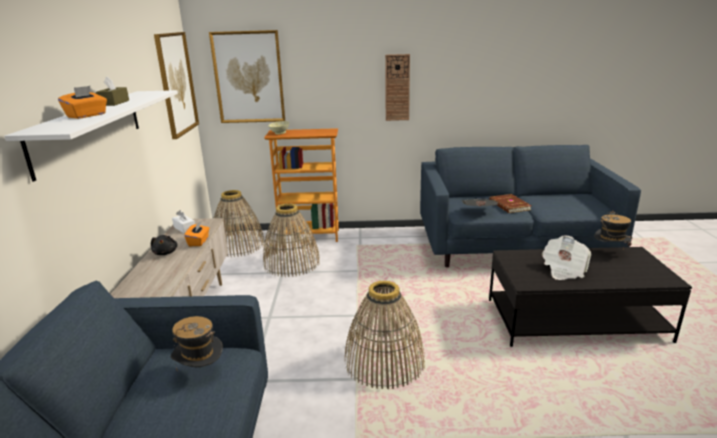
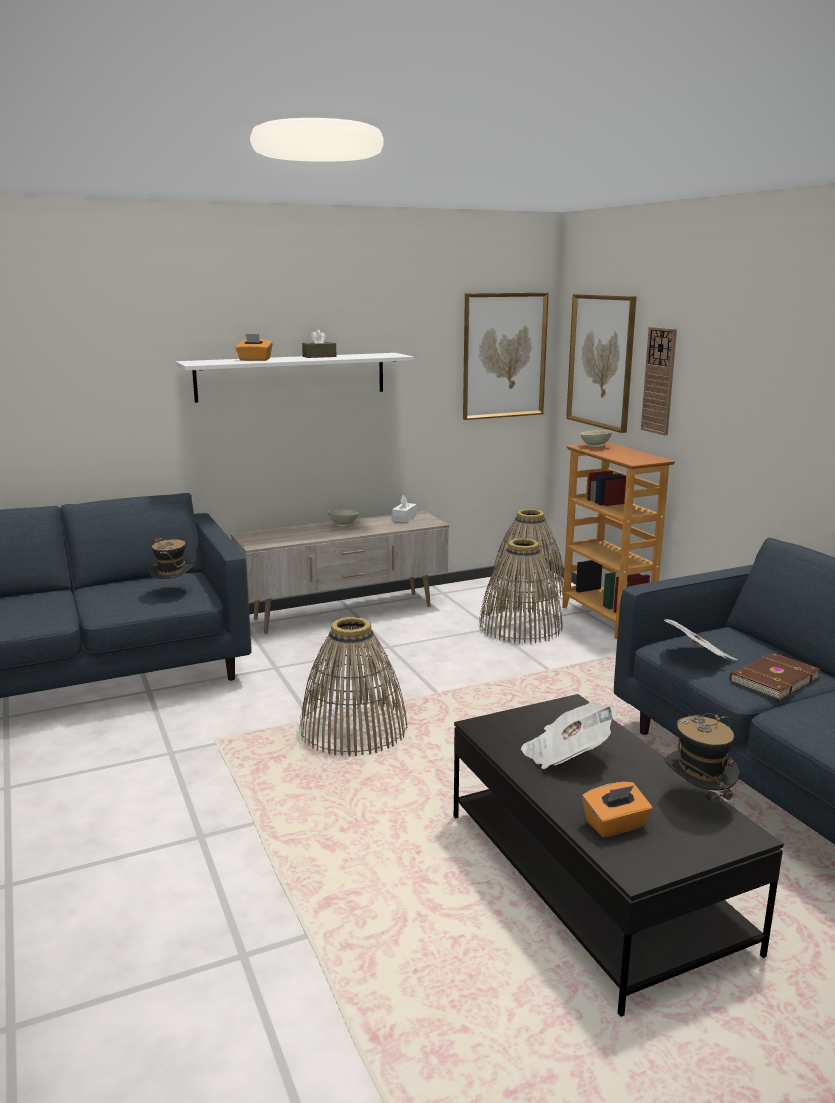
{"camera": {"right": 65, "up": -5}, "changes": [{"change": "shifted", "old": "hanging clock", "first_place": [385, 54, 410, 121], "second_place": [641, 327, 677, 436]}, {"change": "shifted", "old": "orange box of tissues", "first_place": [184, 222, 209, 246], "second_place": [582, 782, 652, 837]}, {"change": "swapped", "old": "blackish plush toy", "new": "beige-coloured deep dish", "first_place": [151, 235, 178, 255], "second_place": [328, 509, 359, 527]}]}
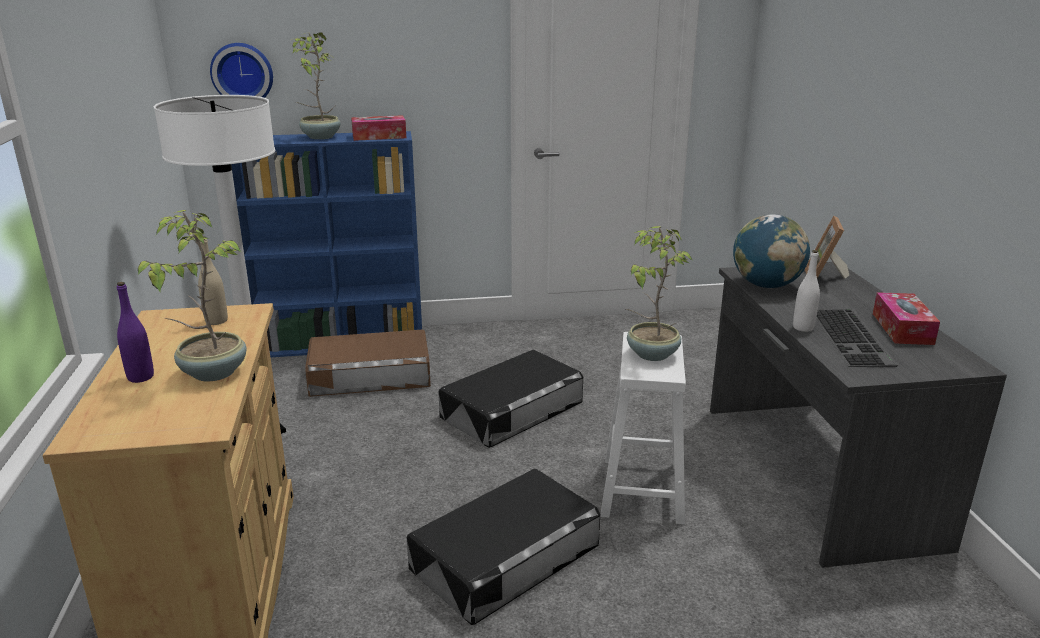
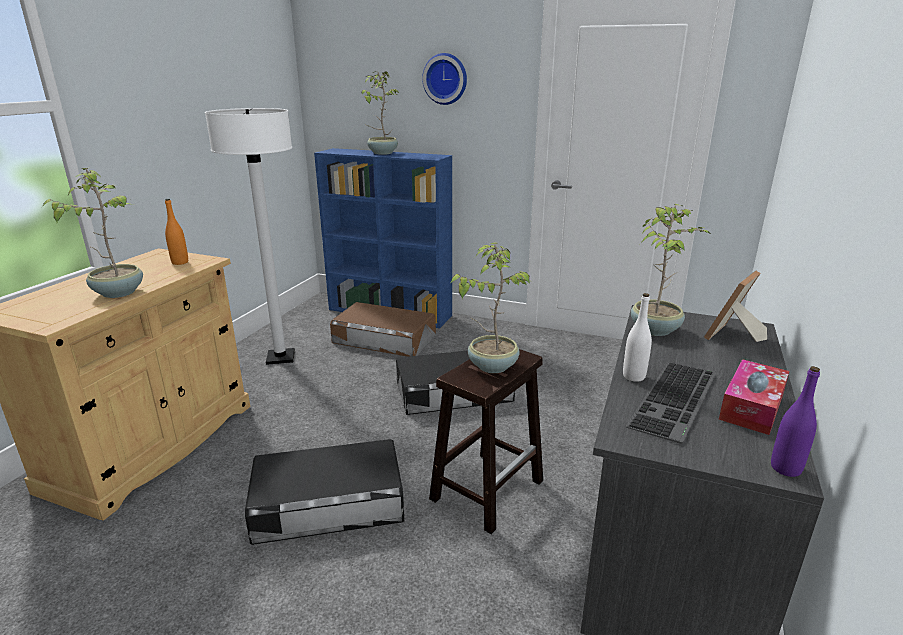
{"camera": {"right": 30, "up": 0}, "changes": [{"change": "shifted", "old": "hanging clock", "first_place": [210, 43, 273, 98], "second_place": [422, 53, 467, 105]}, {"change": "gone", "old": "box of tissues", "first_place": [351, 115, 406, 141]}, {"change": "swapped", "old": "globe", "new": "plant in a pot", "first_place": [733, 214, 810, 288], "second_place": [631, 204, 710, 336]}, {"change": "repainted", "old": "beige-coloured drink bottle", "new": "orange drink bottle", "first_place": [198, 239, 228, 325], "second_place": [165, 199, 188, 265]}, {"change": "shifted", "old": "purple-coloured drink bottle", "first_place": [117, 282, 154, 383], "second_place": [771, 366, 820, 477]}, {"change": "repainted", "old": "white-coloured stool seat", "new": "brown-coloured stool seat", "first_place": [600, 332, 686, 525], "second_place": [429, 349, 543, 534]}]}
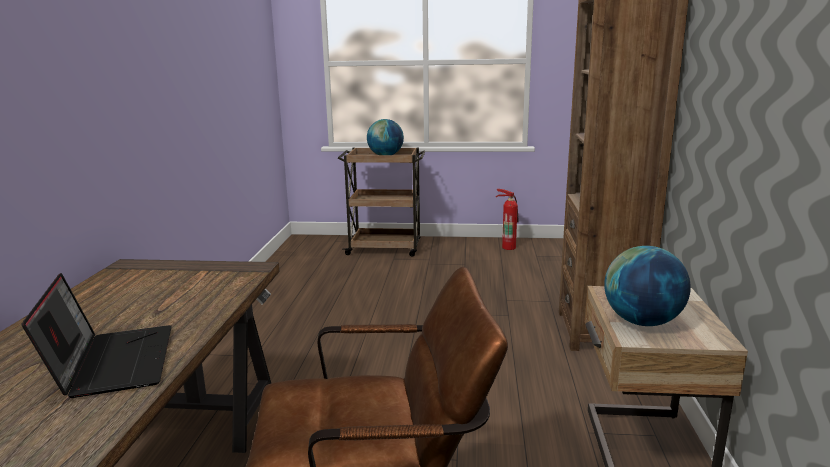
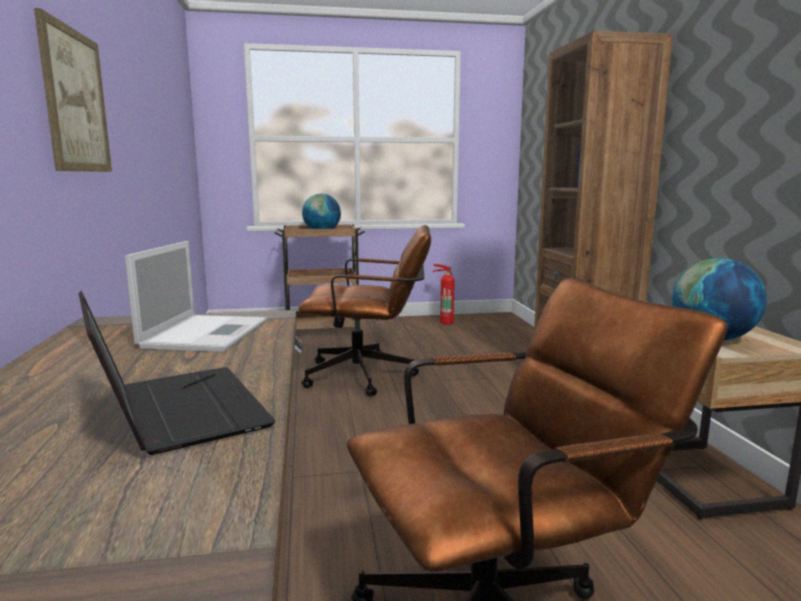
{"camera": {"right": -15, "up": -5}, "changes": [{"change": "new", "new": "picture", "second_place": [34, 8, 112, 172]}, {"change": "new", "new": "brown-coloured desk chair", "second_place": [299, 225, 431, 396]}, {"change": "new", "new": "portable computer", "second_place": [125, 241, 267, 352]}]}
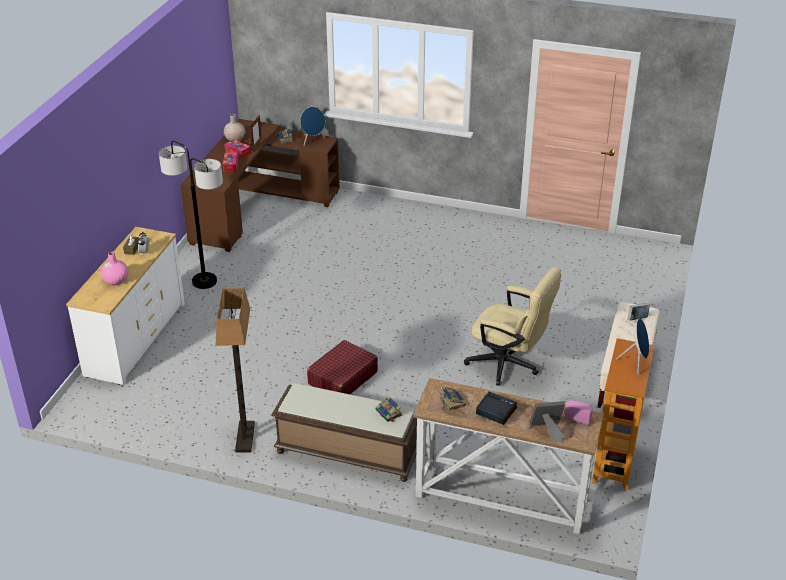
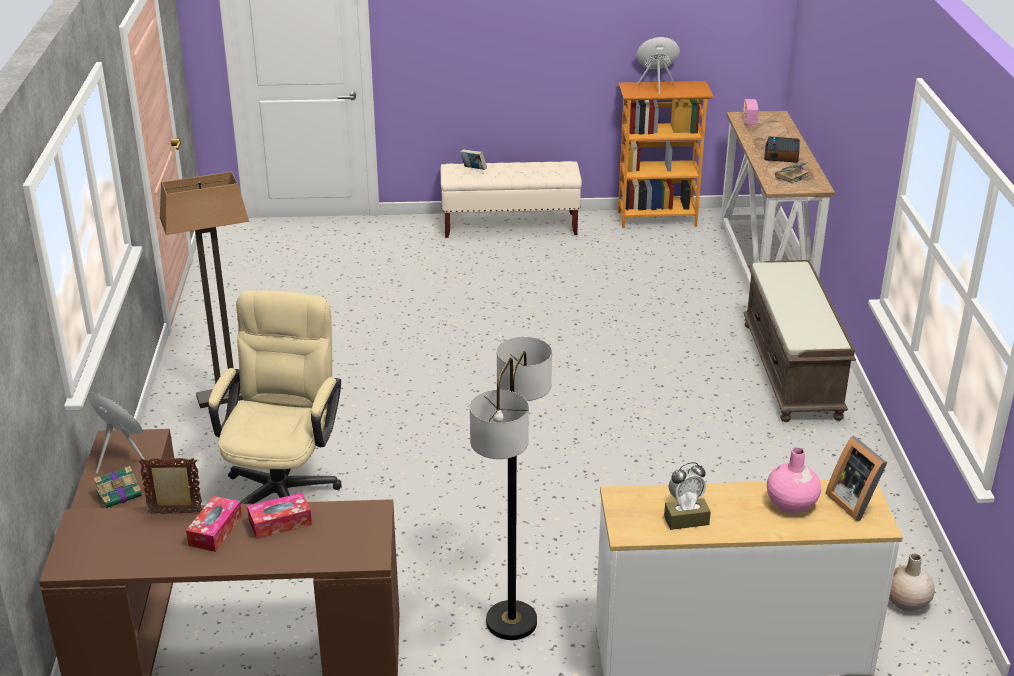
{"camera": {"right": -110, "up": -5}, "changes": [{"change": "shifted", "old": "beige-coloured vase", "first_place": [224, 114, 246, 141], "second_place": [889, 553, 935, 612]}, {"change": "shifted", "old": "beige-coloured desk chair", "first_place": [464, 267, 561, 386], "second_place": [208, 290, 341, 504]}, {"change": "shifted", "old": "standing lamp", "first_place": [215, 288, 255, 453], "second_place": [160, 172, 249, 408]}, {"change": "gone", "old": "red-coloured travel case", "first_place": [307, 340, 378, 394]}, {"change": "gone", "old": "bound book", "first_place": [375, 396, 402, 423]}, {"change": "shifted", "old": "picture frame", "first_place": [530, 401, 565, 442], "second_place": [825, 437, 887, 521]}]}
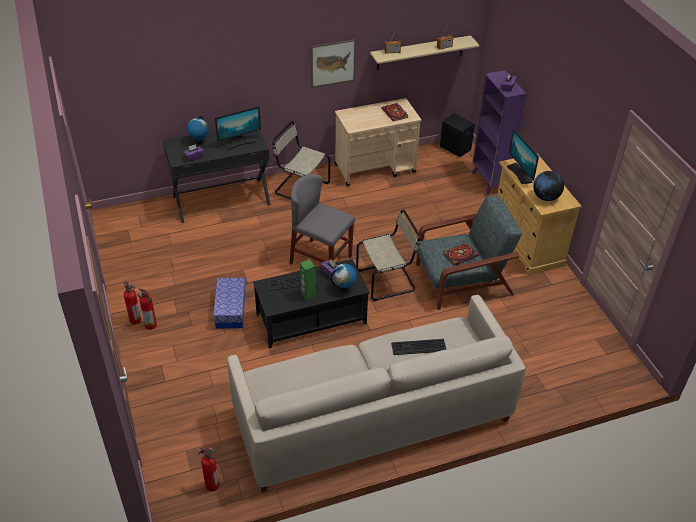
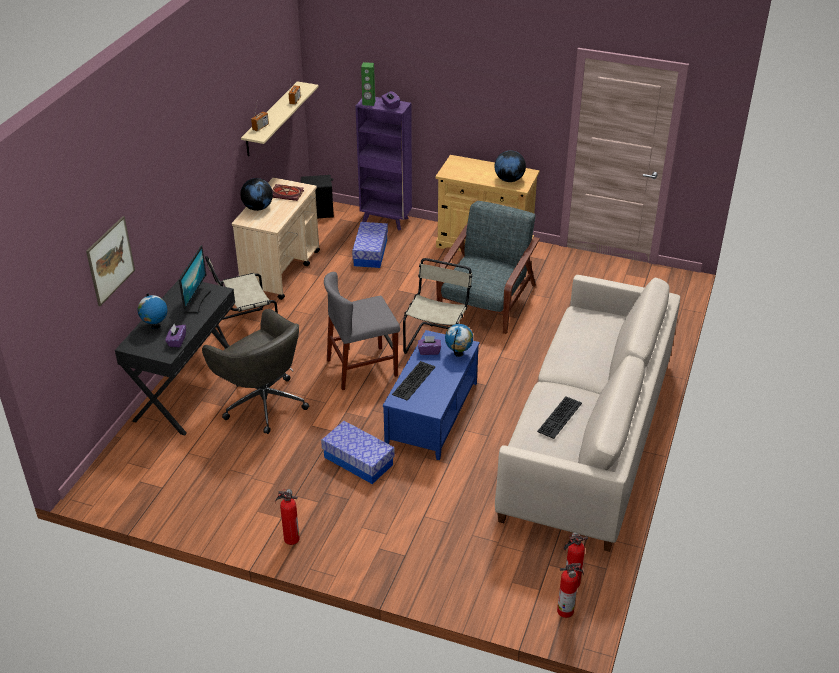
{"camera": {"right": -50, "up": -5}, "changes": [{"change": "shifted", "old": "picture", "first_place": [311, 39, 356, 88], "second_place": [86, 216, 135, 306]}, {"change": "gone", "old": "monitor", "first_place": [507, 129, 539, 184]}, {"change": "gone", "old": "bound book", "first_place": [444, 242, 478, 266]}, {"change": "repainted", "old": "blackish lounge table", "new": "blue lounge table", "first_place": [253, 259, 369, 348], "second_place": [383, 330, 480, 460]}, {"change": "shifted", "old": "greenish speaker", "first_place": [300, 259, 316, 301], "second_place": [361, 62, 375, 106]}, {"change": "shifted", "old": "fire extinguisher", "first_place": [138, 288, 157, 330], "second_place": [557, 563, 584, 618]}, {"change": "shifted", "old": "PC keyboard", "first_place": [391, 339, 446, 355], "second_place": [537, 396, 582, 439]}, {"change": "new", "new": "globe", "second_place": [240, 178, 273, 211]}, {"change": "new", "new": "storage container", "second_place": [352, 222, 388, 268]}, {"change": "new", "new": "grey desk chair", "second_place": [202, 309, 309, 434]}]}
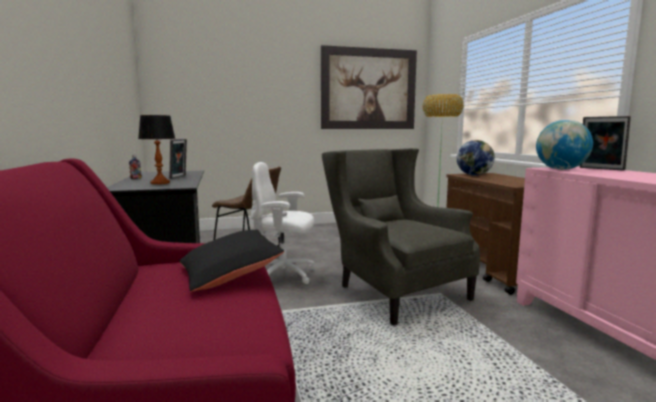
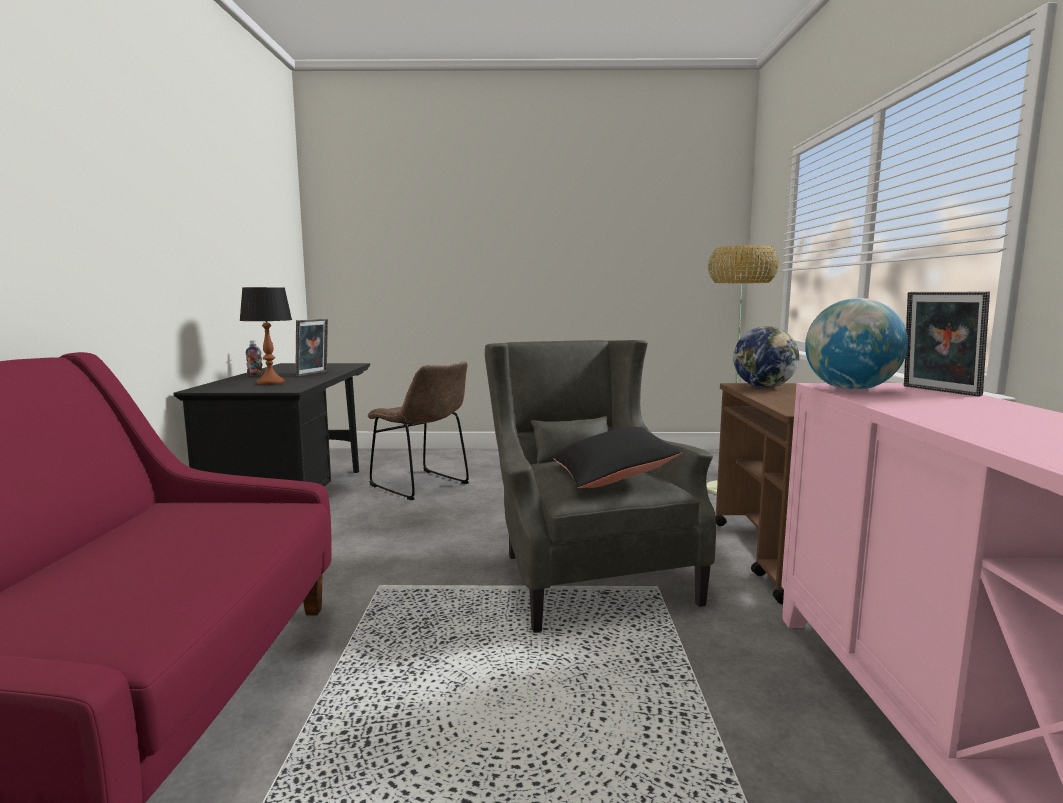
{"camera": {"right": 15, "up": 0}, "changes": [{"change": "gone", "old": "picture", "first_place": [321, 45, 417, 129]}, {"change": "gone", "old": "white-coloured desk chair", "first_place": [250, 162, 315, 284]}, {"change": "shifted", "old": "blackish throw pillow", "first_place": [179, 229, 284, 292], "second_place": [553, 427, 682, 488]}]}
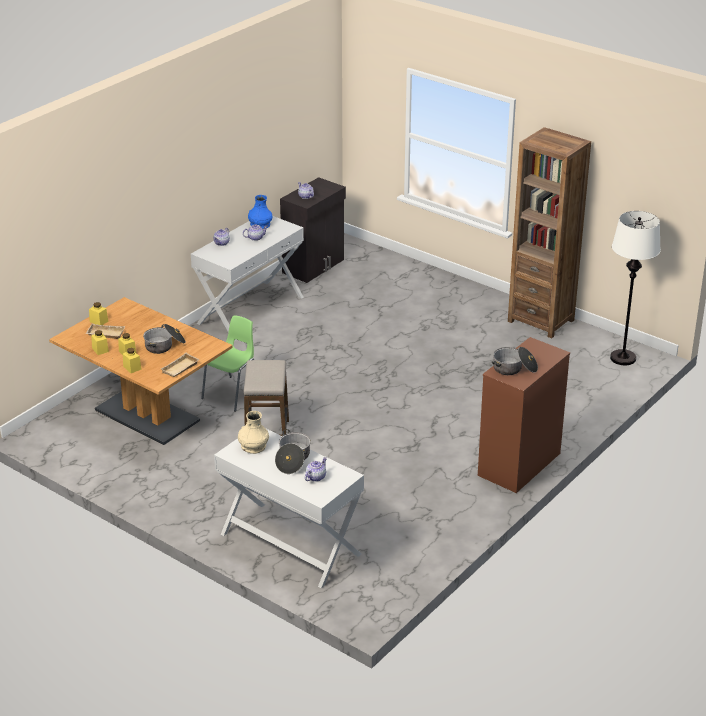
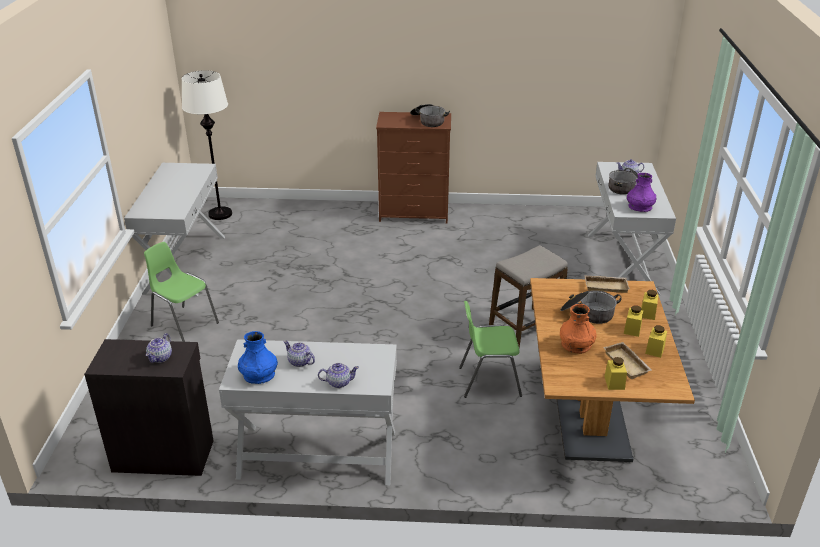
{"camera": {"right": -125, "up": 0}, "changes": [{"change": "swapped", "old": "brown-coloured shelving unit", "new": "white-coloured narrow table", "first_place": [508, 127, 591, 338], "second_place": [124, 163, 225, 296]}, {"change": "repainted", "old": "beige-coloured vase", "new": "purple-coloured vase", "first_place": [238, 411, 269, 454], "second_place": [627, 173, 656, 212]}, {"change": "new", "new": "greenish chair", "second_place": [144, 242, 219, 342]}, {"change": "new", "new": "orange vase", "second_place": [560, 304, 597, 354]}]}
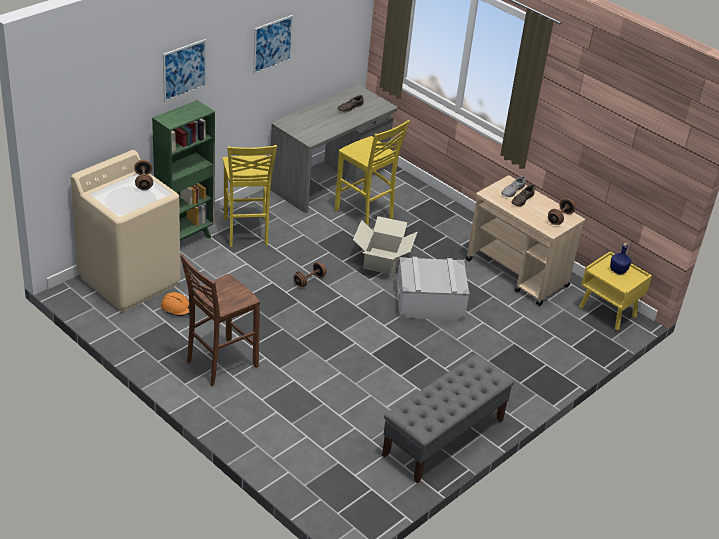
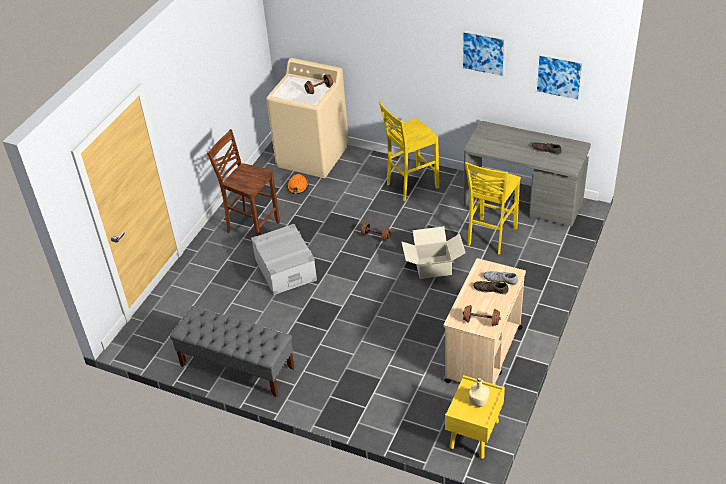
{"camera": {"right": 75, "up": 5}, "changes": [{"change": "shifted", "old": "picture", "first_place": [163, 39, 206, 102], "second_place": [535, 54, 584, 101]}, {"change": "gone", "old": "greenish shelving unit", "first_place": [152, 100, 215, 241]}, {"change": "repainted", "old": "blue drink bottle", "new": "beige-coloured drink bottle", "first_place": [610, 243, 632, 275], "second_place": [469, 377, 489, 407]}, {"change": "shifted", "old": "grey storage container", "first_place": [396, 257, 470, 321], "second_place": [251, 224, 317, 295]}]}
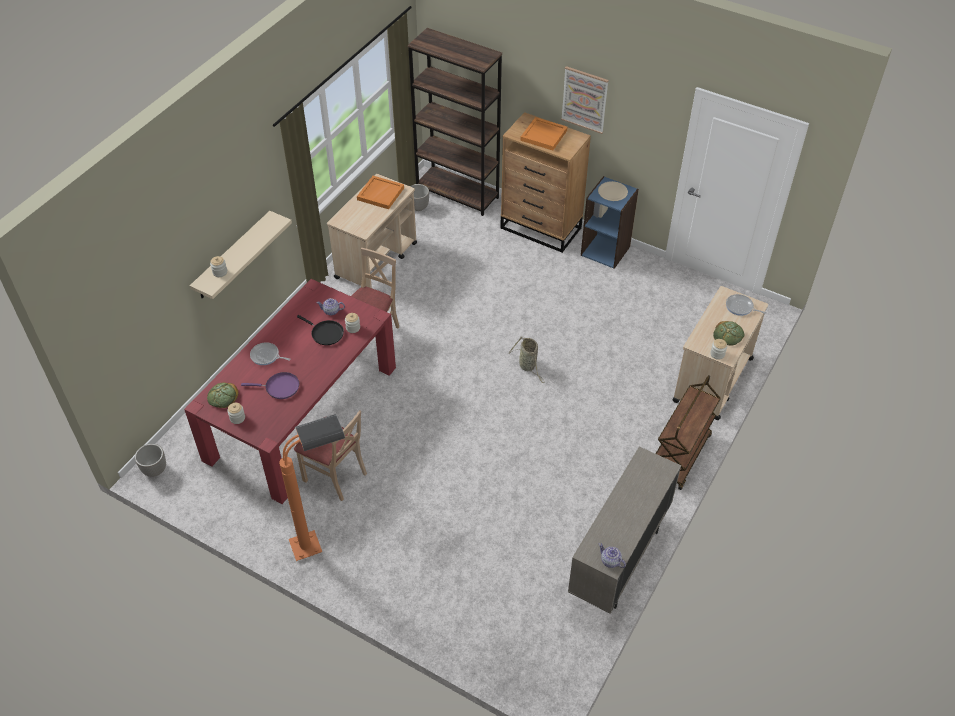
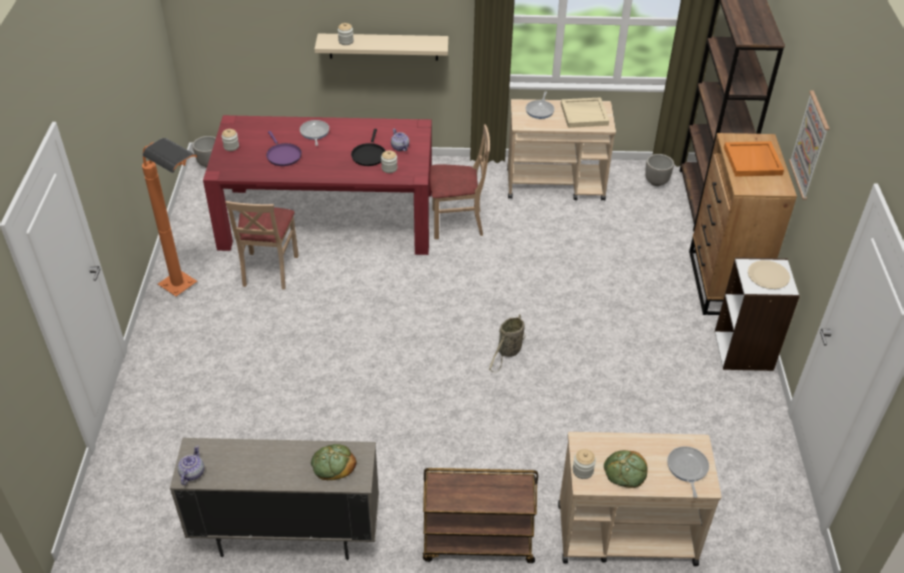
{"camera": {"right": 60, "up": -5}, "changes": [{"change": "repainted", "old": "orange tray", "new": "beige-coloured tray", "first_place": [357, 176, 404, 209], "second_place": [561, 97, 609, 128]}, {"change": "repainted", "old": "blue shelving unit", "new": "white-coloured shelving unit", "first_place": [581, 176, 639, 269], "second_place": [715, 257, 800, 371]}, {"change": "shifted", "old": "bakery bread", "first_place": [207, 382, 239, 408], "second_place": [311, 444, 357, 480]}, {"change": "new", "new": "skillet", "second_place": [526, 92, 554, 119]}]}
